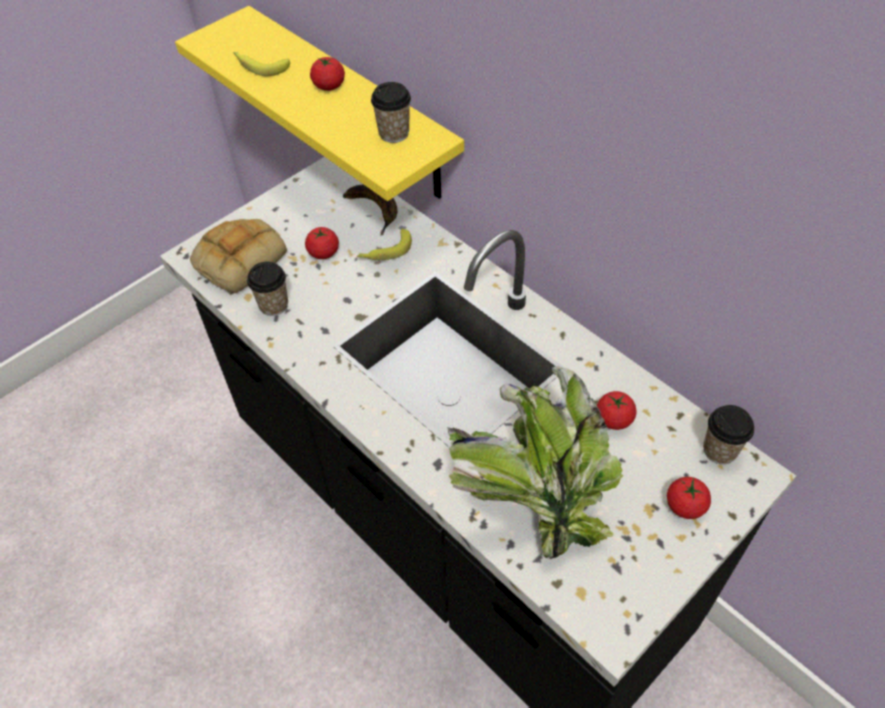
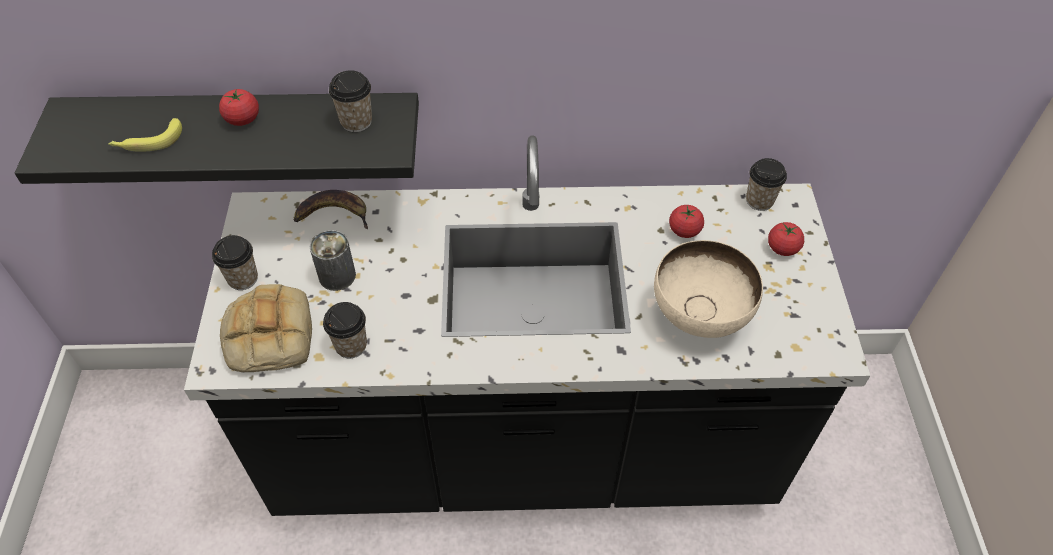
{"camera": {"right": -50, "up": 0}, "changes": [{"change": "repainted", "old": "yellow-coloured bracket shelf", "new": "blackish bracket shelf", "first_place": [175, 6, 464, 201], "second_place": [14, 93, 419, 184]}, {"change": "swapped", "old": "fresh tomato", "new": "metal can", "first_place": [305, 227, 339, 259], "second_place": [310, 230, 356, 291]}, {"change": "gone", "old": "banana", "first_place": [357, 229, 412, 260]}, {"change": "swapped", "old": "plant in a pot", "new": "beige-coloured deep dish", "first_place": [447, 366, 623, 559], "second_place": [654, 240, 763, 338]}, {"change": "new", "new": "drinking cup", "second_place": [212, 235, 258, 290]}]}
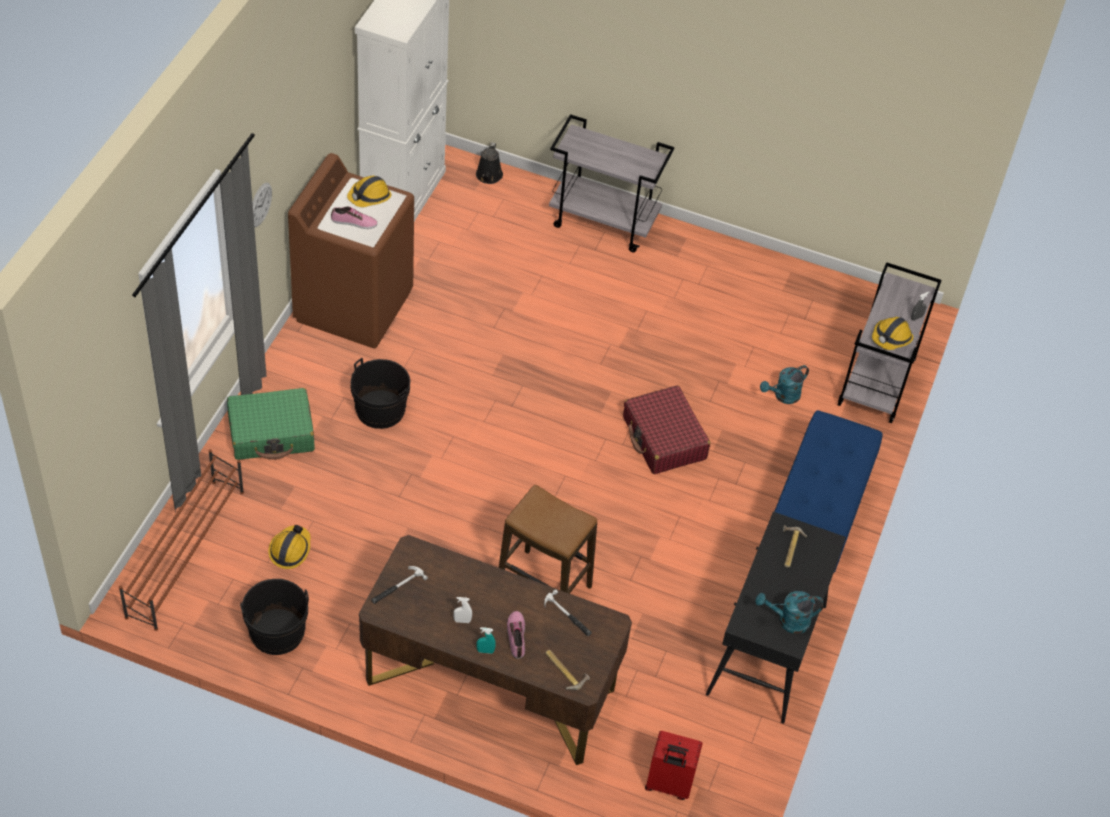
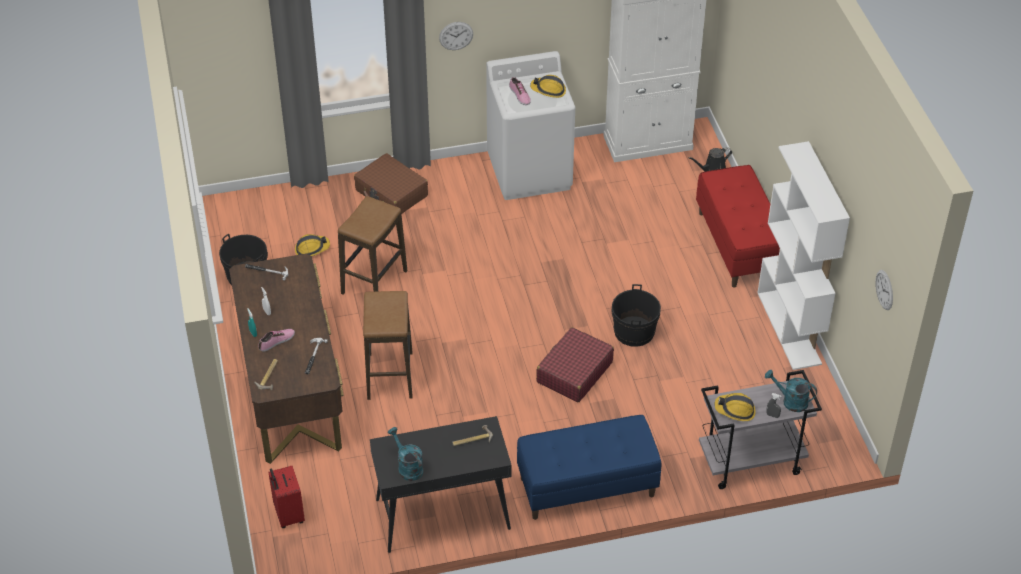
{"camera": {"right": 60, "up": -5}, "changes": [{"change": "swapped", "old": "grey wheeled cart", "new": "red-coloured long seat", "first_place": [549, 114, 675, 252], "second_place": [696, 165, 780, 288]}, {"change": "repainted", "old": "brown-coloured laundry appliance", "new": "white-coloured laundry appliance", "first_place": [288, 153, 414, 349], "second_place": [486, 51, 575, 200]}, {"change": "shifted", "old": "blackish water bucket", "first_place": [351, 358, 410, 429], "second_place": [612, 284, 661, 347]}, {"change": "shifted", "old": "turquoise-coloured sprinkling can", "first_place": [760, 365, 809, 404], "second_place": [765, 370, 817, 412]}, {"change": "repainted", "old": "greenish travel case", "new": "brown-coloured travel case", "first_place": [227, 388, 315, 460], "second_place": [354, 153, 428, 214]}, {"change": "gone", "old": "brown-coloured shoe stand", "first_place": [119, 449, 244, 631]}, {"change": "new", "new": "white-coloured shelving unit", "second_place": [757, 141, 850, 370]}, {"change": "new", "new": "stool seat", "second_place": [338, 196, 407, 295]}, {"change": "new", "new": "hanging clock", "second_place": [875, 270, 893, 310]}]}
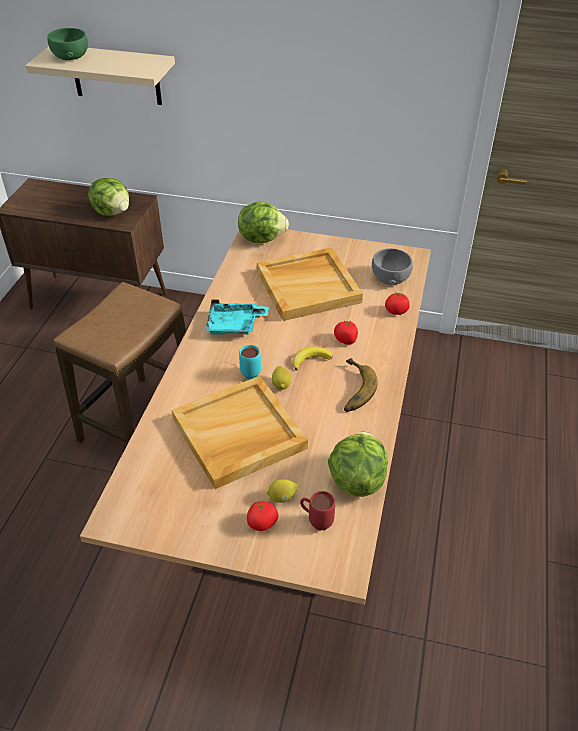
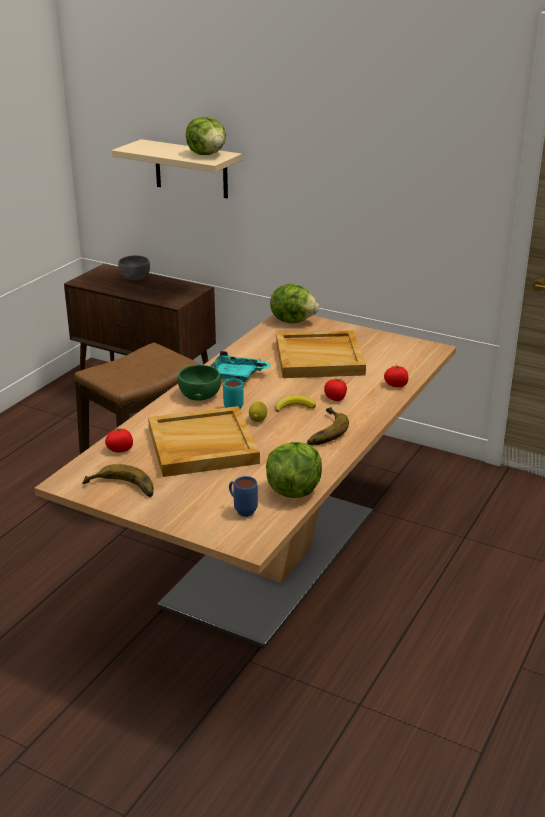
{"camera": {"right": 15, "up": -15}, "changes": [{"change": "shifted", "old": "greenish deep dish", "first_place": [47, 28, 88, 60], "second_place": [178, 365, 221, 401]}, {"change": "shifted", "old": "lettuce head", "first_place": [88, 178, 129, 216], "second_place": [186, 117, 226, 155]}, {"change": "shifted", "old": "grey deep dish", "first_place": [372, 248, 413, 285], "second_place": [118, 255, 150, 280]}, {"change": "gone", "old": "lemon", "first_place": [267, 479, 298, 503]}, {"change": "repainted", "old": "red-coloured mug", "new": "blue mug", "first_place": [300, 491, 335, 531], "second_place": [229, 476, 258, 517]}, {"change": "shifted", "old": "fresh tomato", "first_place": [247, 501, 278, 531], "second_place": [105, 427, 133, 453]}, {"change": "new", "new": "banana", "second_place": [82, 464, 153, 497]}]}
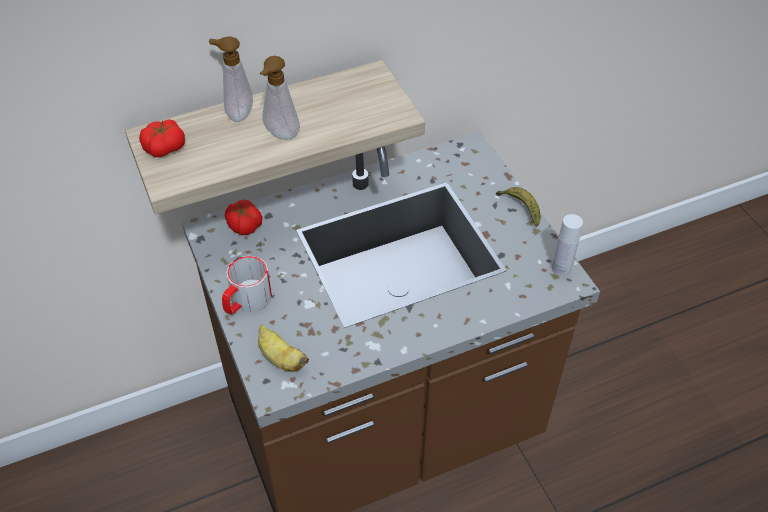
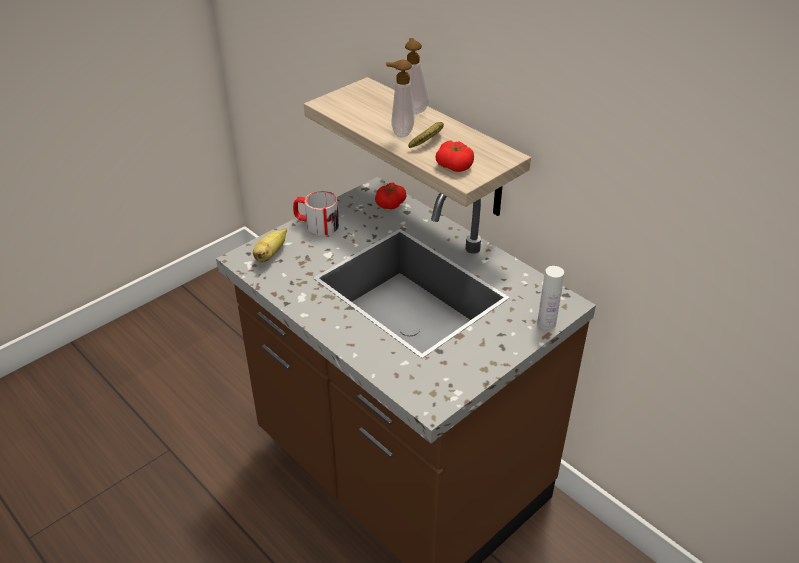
{"camera": {"right": 70, "up": -10}, "changes": [{"change": "shifted", "old": "fresh tomato", "first_place": [139, 119, 185, 157], "second_place": [435, 141, 474, 172]}, {"change": "shifted", "old": "banana", "first_place": [496, 187, 541, 227], "second_place": [408, 122, 444, 148]}, {"change": "shifted", "old": "white-coloured drink bottle", "first_place": [552, 214, 583, 276], "second_place": [537, 266, 564, 330]}]}
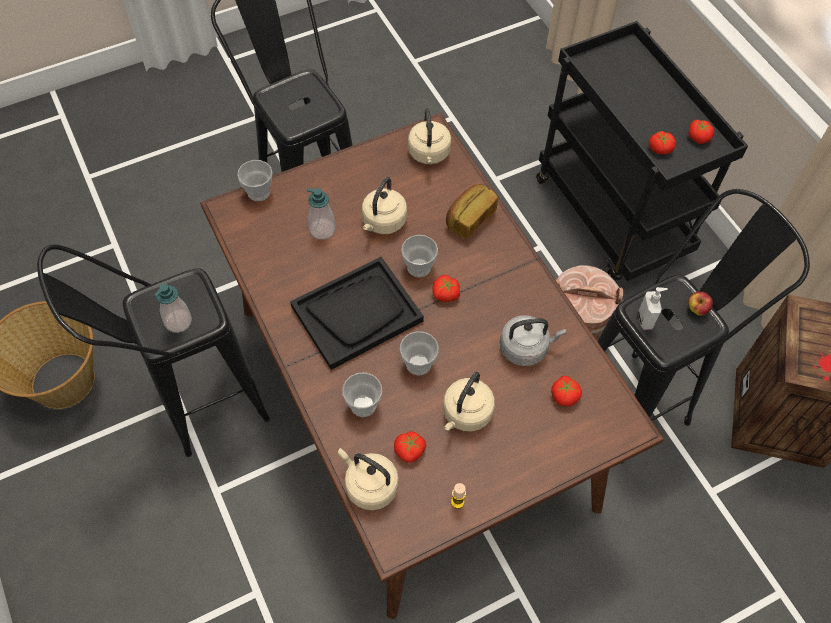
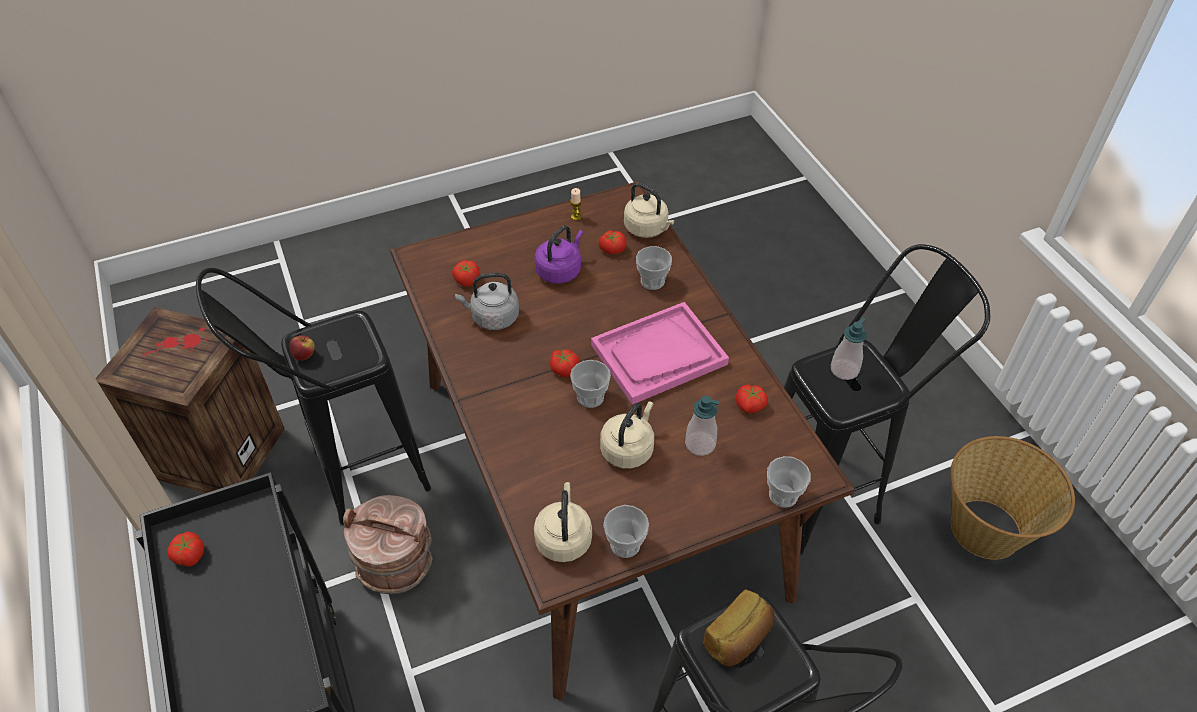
{"camera": {"right": -175, "up": -10}, "changes": [{"change": "shifted", "old": "fresh tomato", "first_place": [649, 131, 676, 155], "second_place": [735, 385, 768, 413]}, {"change": "shifted", "old": "bakery bread", "first_place": [446, 184, 498, 239], "second_place": [703, 590, 775, 667]}, {"change": "repainted", "old": "blackish tray", "new": "pink-coloured tray", "first_place": [290, 257, 424, 370], "second_place": [591, 302, 729, 405]}, {"change": "gone", "old": "liquid soap bottle", "first_place": [638, 287, 668, 330]}, {"change": "shifted", "old": "drinking cup", "first_place": [400, 331, 439, 375], "second_place": [603, 505, 649, 558]}, {"change": "repainted", "old": "beige-coloured tea kettle", "new": "purple-coloured tea kettle", "first_place": [443, 372, 495, 432], "second_place": [534, 225, 583, 284]}]}
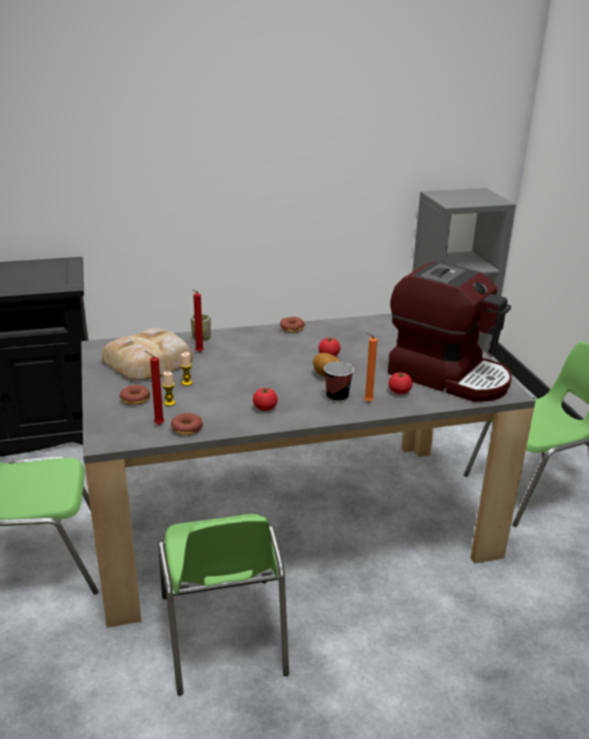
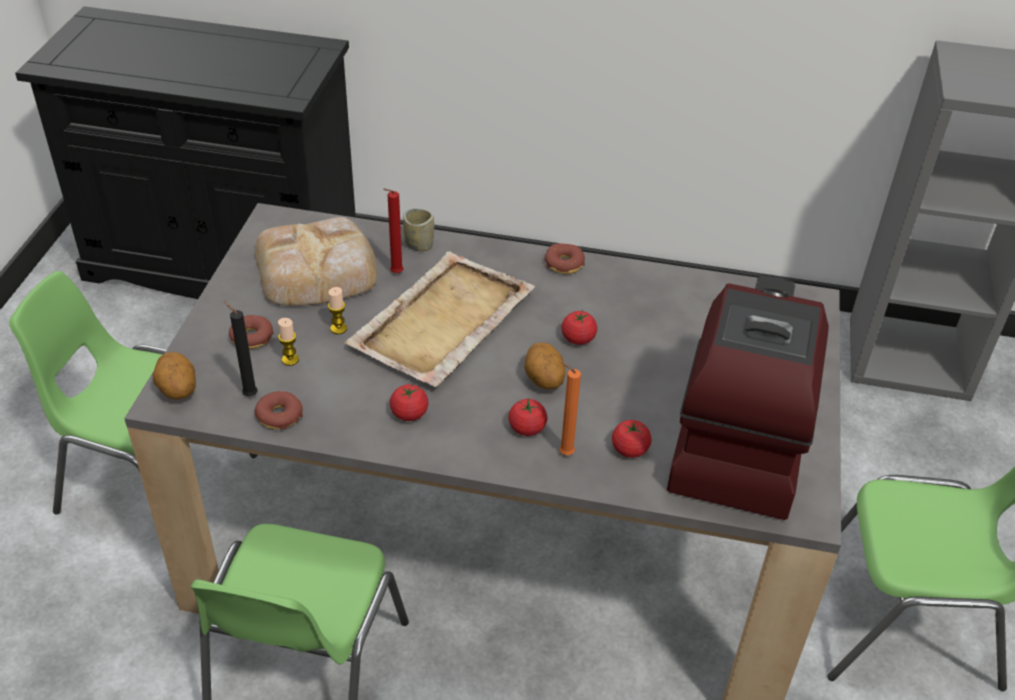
{"camera": {"right": 25, "up": 15}, "changes": [{"change": "rotated", "old": "coffee brewer", "first_place": [388, 261, 512, 402], "second_place": [667, 275, 829, 520], "degrees": -135}, {"change": "repainted", "old": "red-coloured wax light", "new": "blackish wax light", "first_place": [145, 351, 164, 425], "second_place": [223, 300, 258, 396]}, {"change": "swapped", "old": "drinking cup", "new": "fresh tomato", "first_place": [324, 362, 354, 403], "second_place": [508, 398, 547, 436]}, {"change": "new", "new": "beige-coloured tray", "second_place": [344, 252, 535, 387]}, {"change": "new", "new": "whole potato", "second_place": [153, 352, 196, 400]}]}
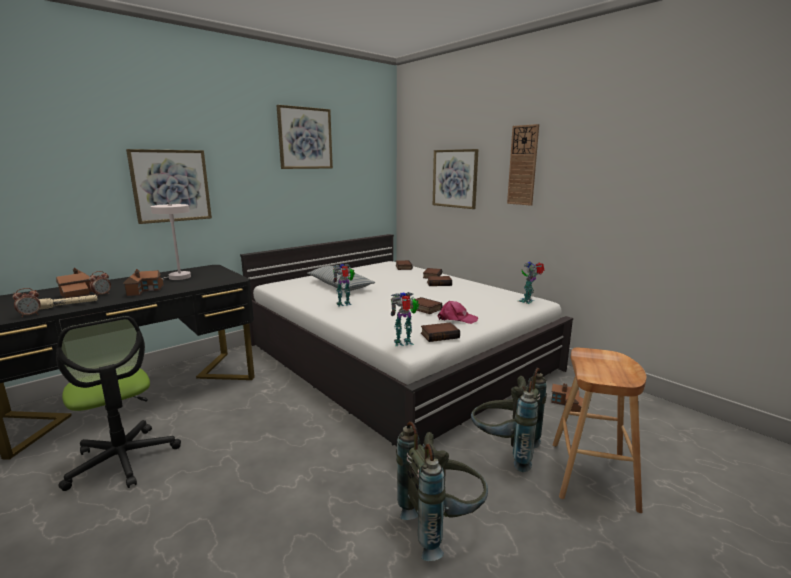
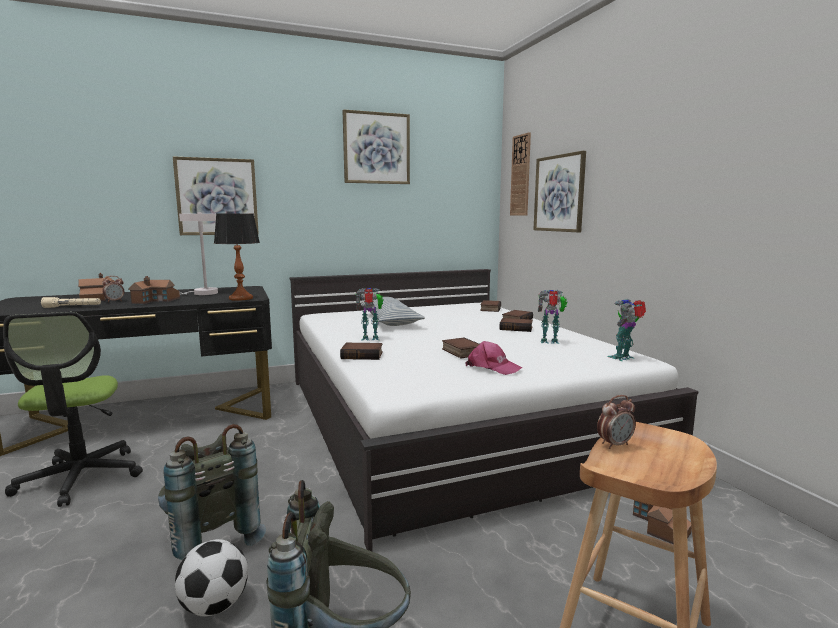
{"camera": {"right": 20, "up": -5}, "changes": [{"change": "shifted", "old": "hanging clock", "first_place": [507, 124, 539, 206], "second_place": [510, 132, 531, 215]}, {"change": "shifted", "old": "table clock", "first_place": [13, 288, 41, 317], "second_place": [597, 395, 636, 449]}, {"change": "shifted", "old": "toy robot", "first_place": [391, 292, 419, 346], "second_place": [538, 290, 567, 344]}, {"change": "shifted", "old": "bound book", "first_place": [421, 322, 460, 342], "second_place": [340, 343, 383, 360]}, {"change": "shifted", "old": "grey knapsack", "first_place": [471, 368, 547, 472], "second_place": [158, 424, 266, 560]}, {"change": "new", "new": "lamp for a table", "second_place": [214, 214, 260, 301]}, {"change": "new", "new": "football ball", "second_place": [175, 539, 248, 616]}]}
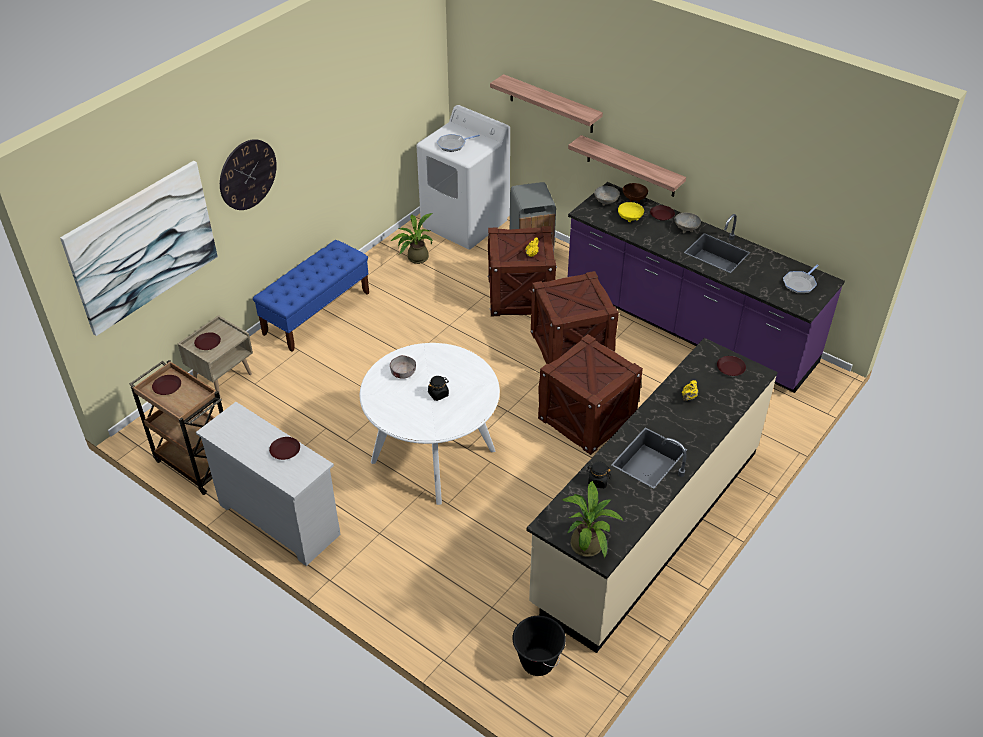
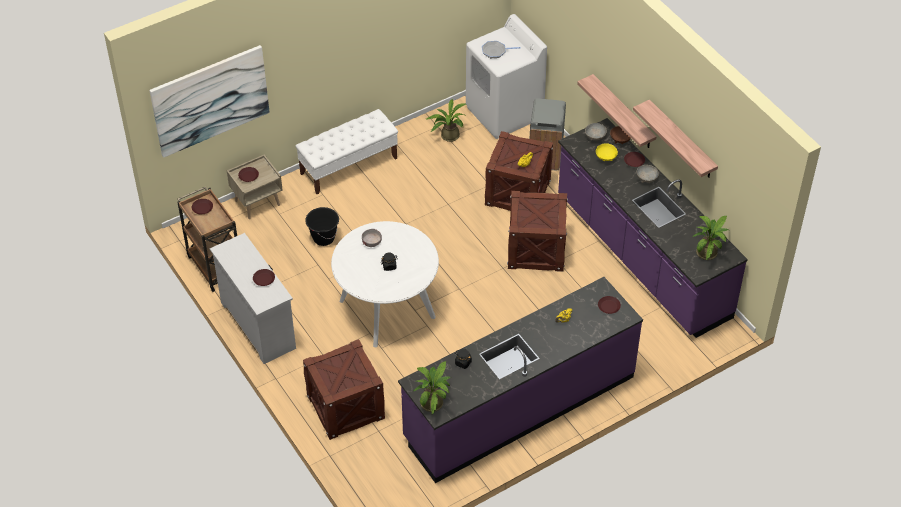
{"camera": {"right": 20, "up": 5}, "changes": [{"change": "shifted", "old": "bracket shelf", "first_place": [490, 74, 603, 133], "second_place": [633, 100, 718, 178]}, {"change": "gone", "old": "hanging clock", "first_place": [220, 139, 277, 210]}, {"change": "repainted", "old": "blue long seat", "new": "white-coloured long seat", "first_place": [253, 240, 369, 352], "second_place": [295, 109, 398, 194]}, {"change": "swapped", "old": "skillet", "new": "plant in a pot", "first_place": [783, 264, 819, 294], "second_place": [692, 216, 729, 260]}, {"change": "shifted", "old": "packing crate", "first_place": [538, 334, 643, 455], "second_place": [303, 339, 385, 440]}, {"change": "repainted", "old": "beige-coloured counter", "new": "purple-coloured counter", "first_place": [526, 338, 778, 653], "second_place": [398, 277, 643, 483]}, {"change": "shifted", "old": "blackish water bucket", "first_place": [513, 616, 566, 676], "second_place": [305, 207, 339, 246]}]}
